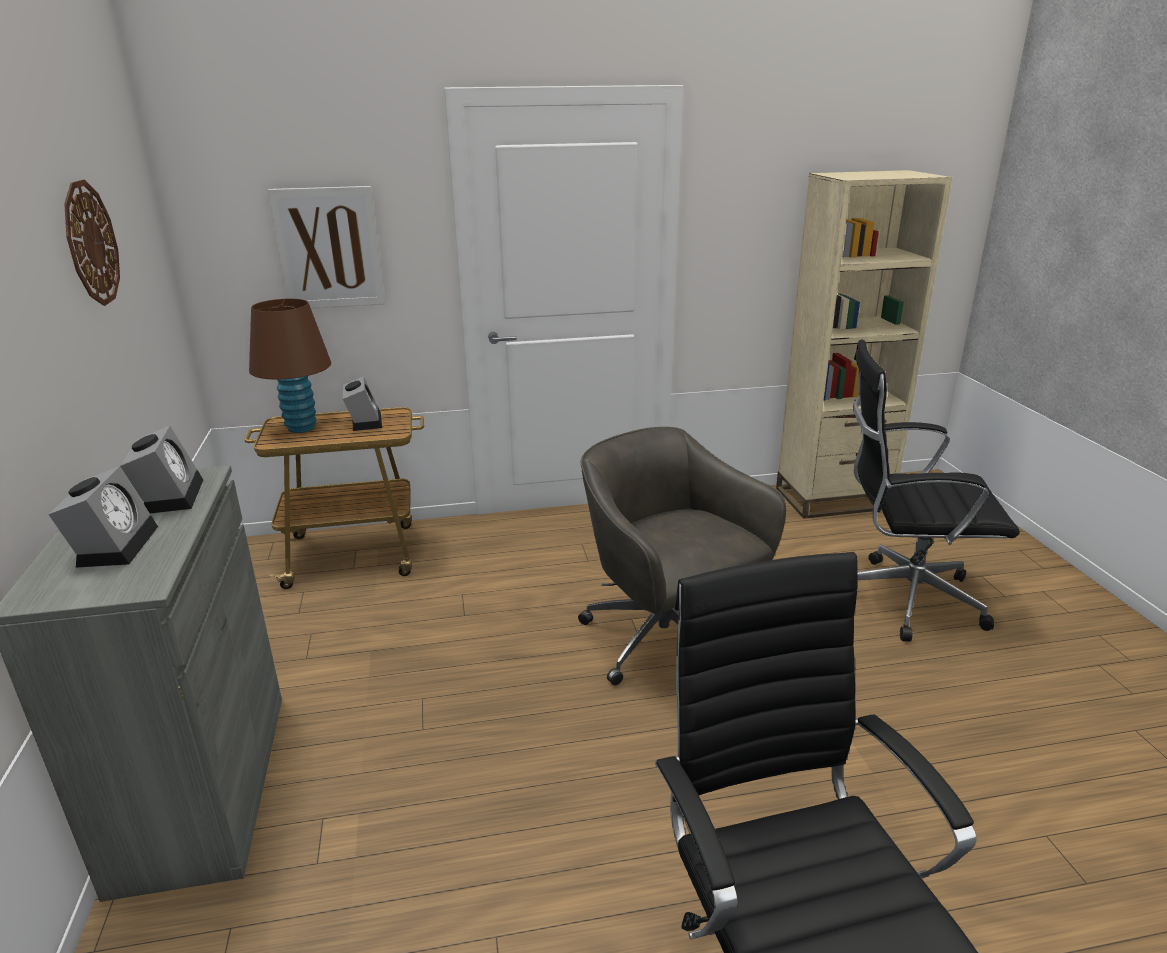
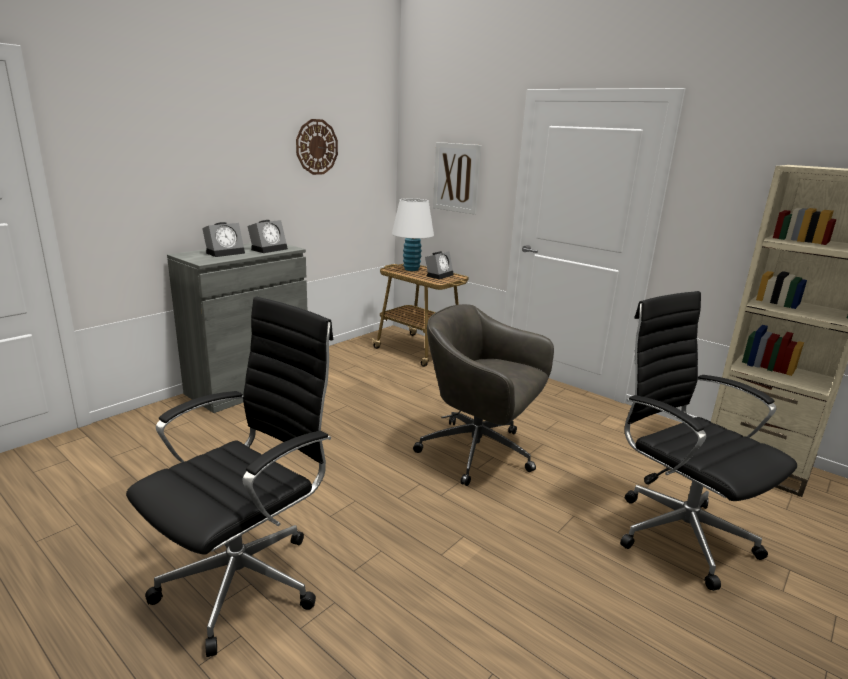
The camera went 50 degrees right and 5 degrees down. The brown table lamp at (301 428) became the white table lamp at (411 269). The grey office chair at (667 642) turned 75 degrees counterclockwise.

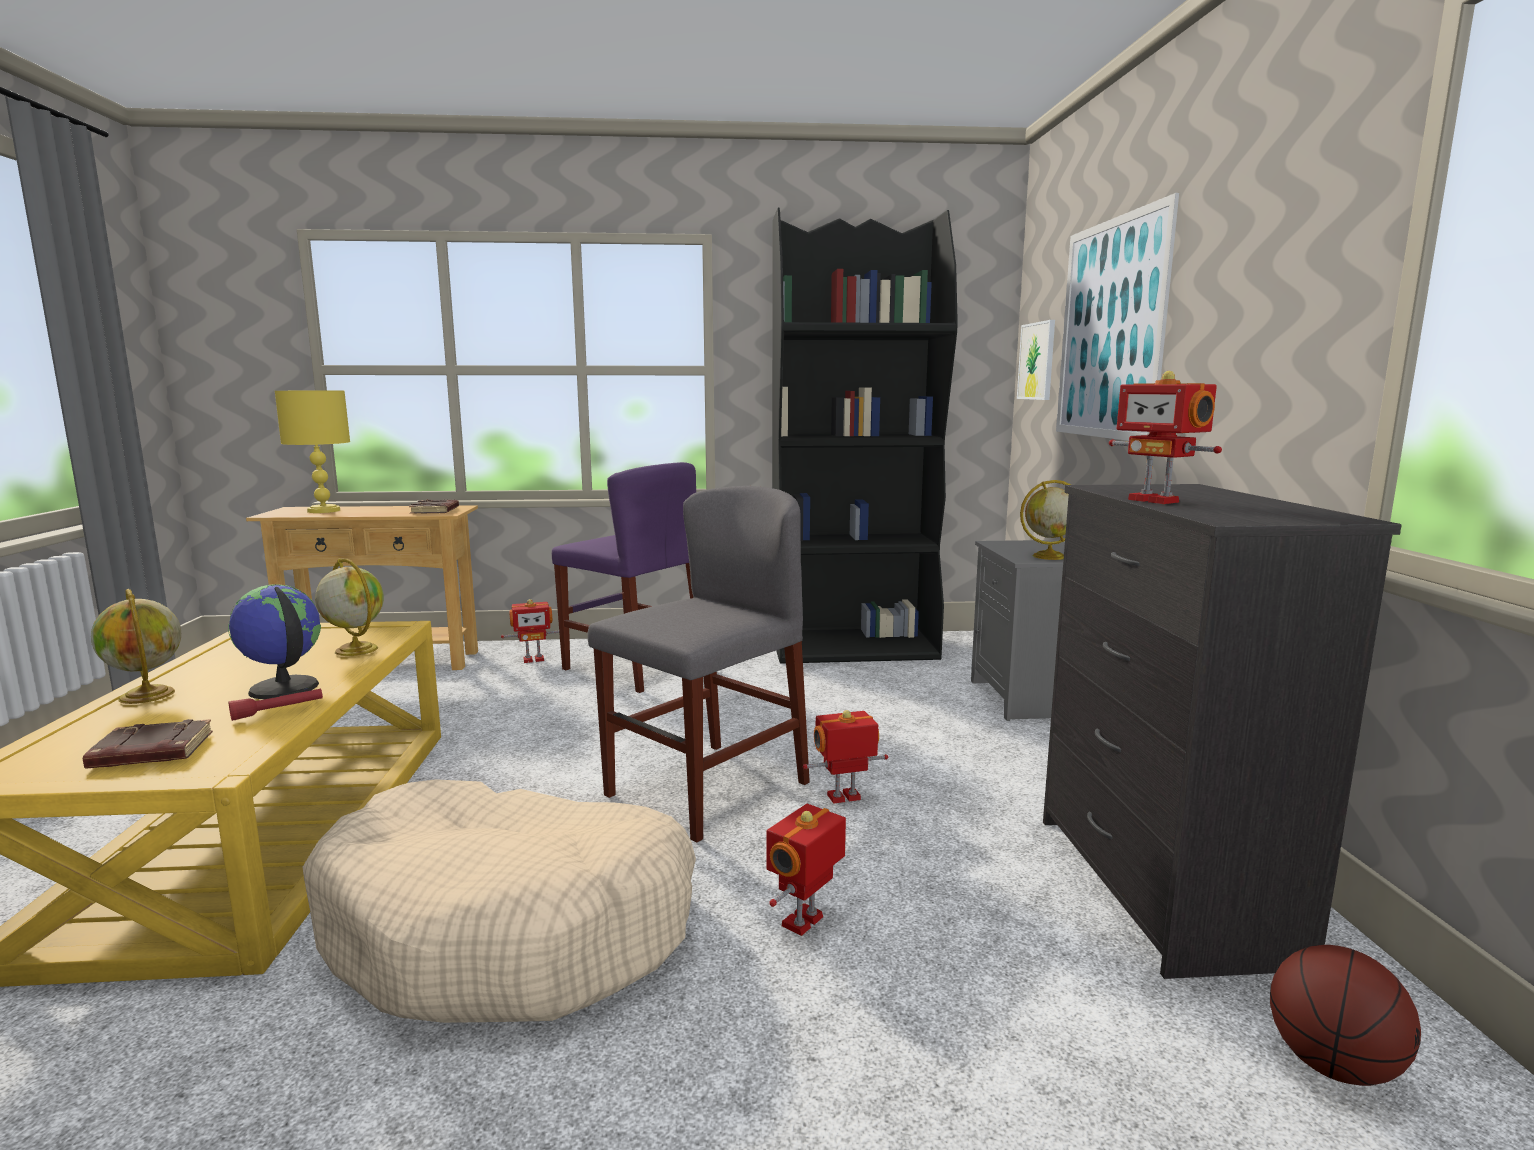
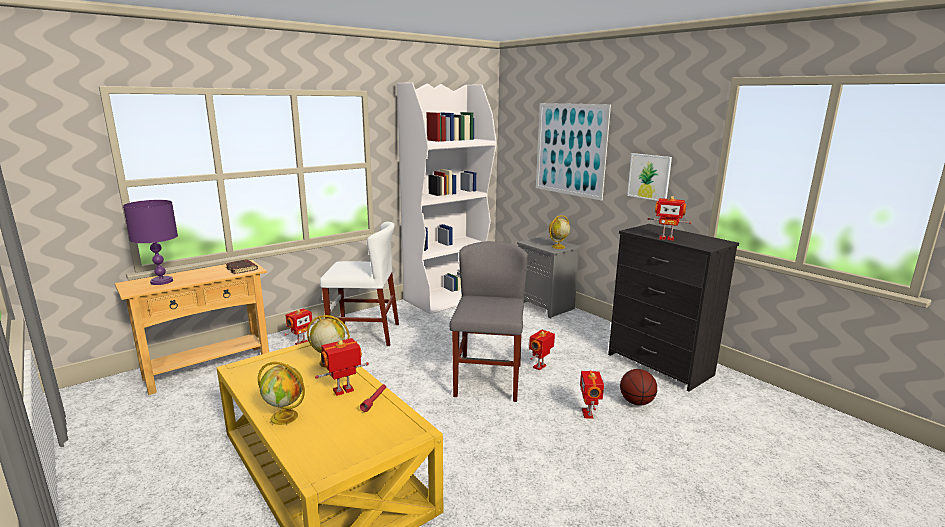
The camera went 35 degrees left and 5 degrees up. The brown book at (150 753) disappeared. The globe at (282 688) was replaced by the toy robot at (343 391). The yellow table lamp at (324 511) became the purple table lamp at (162 281). The beige dog bed at (510 929) disappeared. The purple chair at (634 668) became the white chair at (364 334). The black bookcase at (854 647) became the white bookcase at (449 297). The picture moved from (1037 361) to (649 177). The basketball moved from (1333 1065) to (636 402).

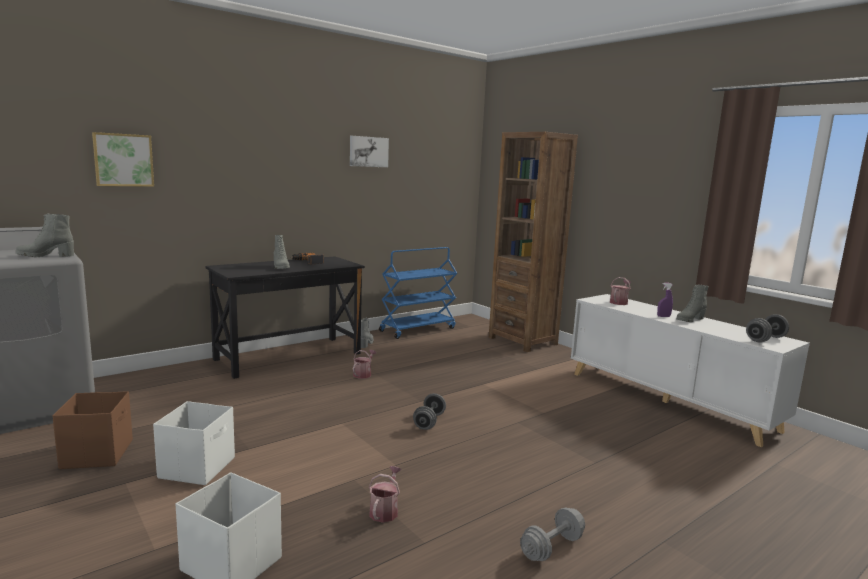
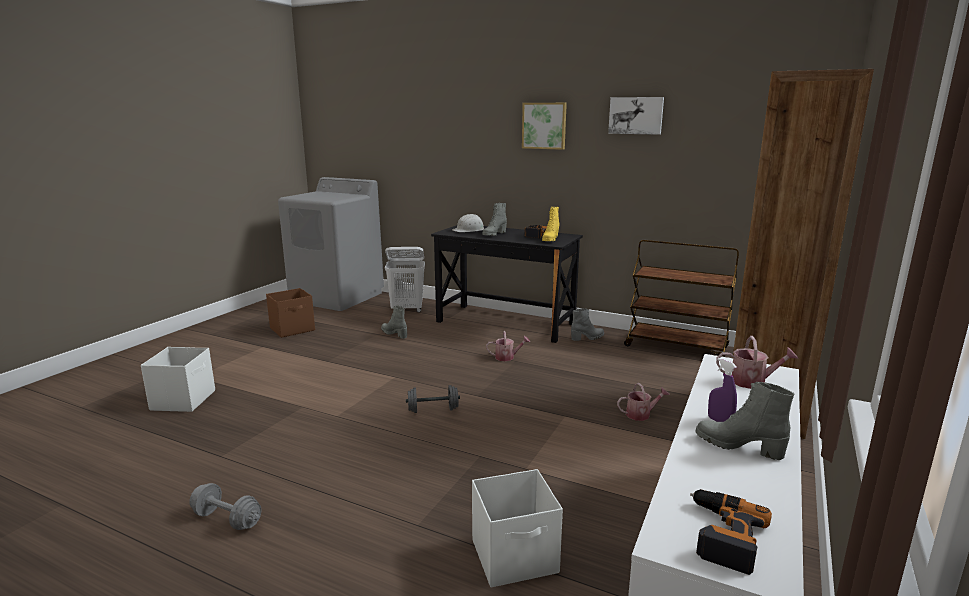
The camera went 65 degrees right and 5 degrees up. The grey boot moved from (46 256) to (394 334). The picture moved from (123 160) to (544 125). The white storage box moved from (198 467) to (516 557). The watering can moved from (385 510) to (641 414). The blue cart at (417 329) became the brown cart at (676 347). The grey dumbbell at (765 339) was replaced by the power drill at (722 535). The white laundry basket at (407 310) appeared. The white hard hat at (469 230) appeared. The yellow boot at (550 240) appeared.

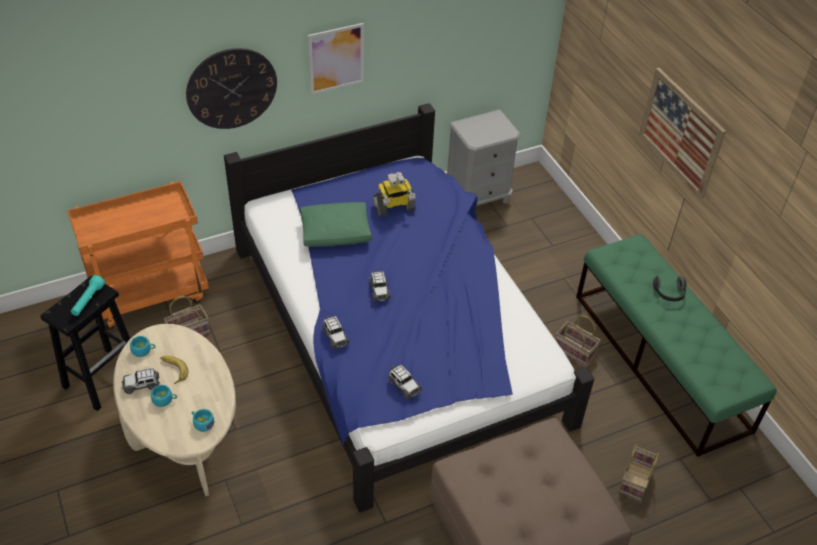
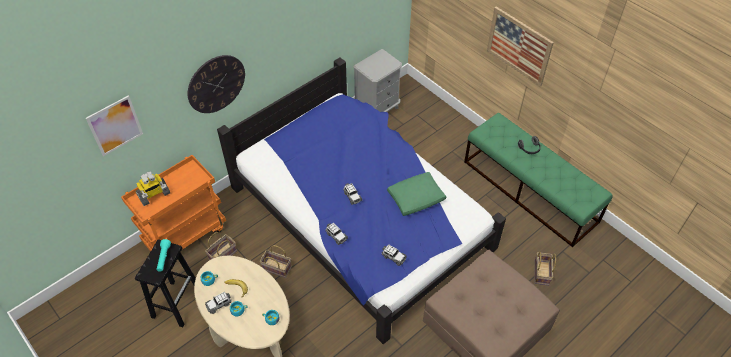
The camera went 15 degrees left and 5 degrees up. The green pillow moved from (335 232) to (415 198). The picture moved from (336 58) to (115 125). The toy robot moved from (394 207) to (154 195). The basket moved from (573 350) to (275 268).

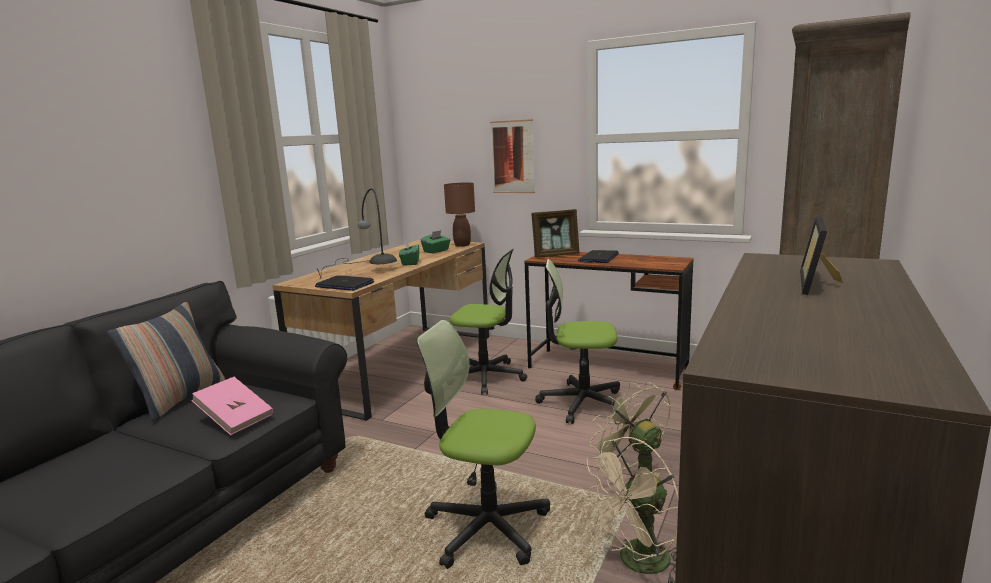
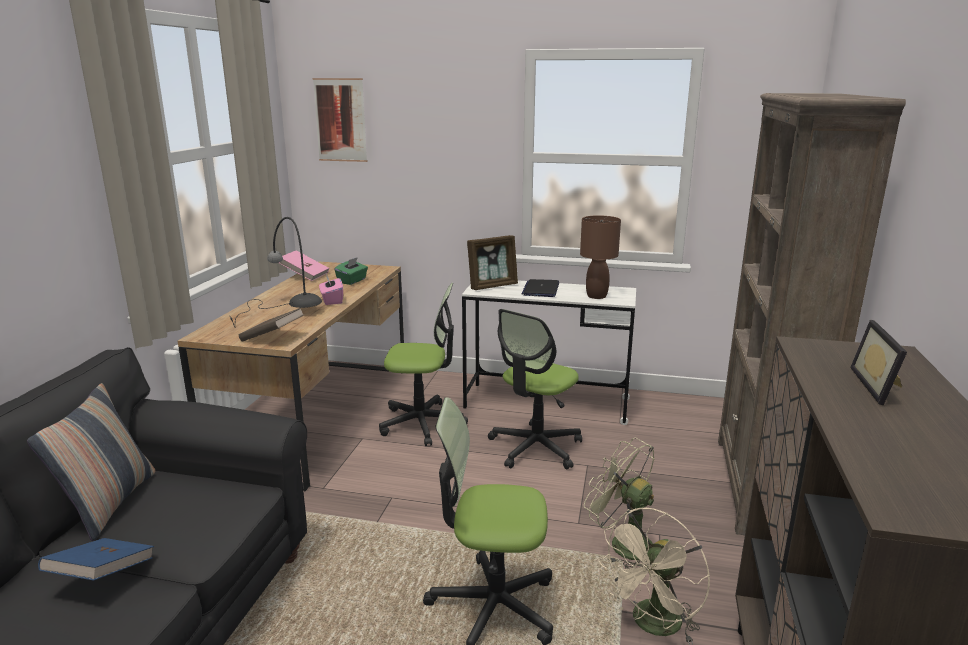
The camera went 15 degrees left and 5 degrees up. The pink book moved from (235 419) to (305 275). The laptop at (344 285) was replaced by the brown book at (273 338). The green tissue box at (410 263) became the pink tissue box at (332 300). The brown table lamp moved from (462 245) to (596 296). The picture moved from (512 157) to (340 120). The brown desk at (607 368) became the white desk at (546 403). The office chair at (581 403) turned 45 degrees counterclockwise. The blue book at (102 575) appeared.

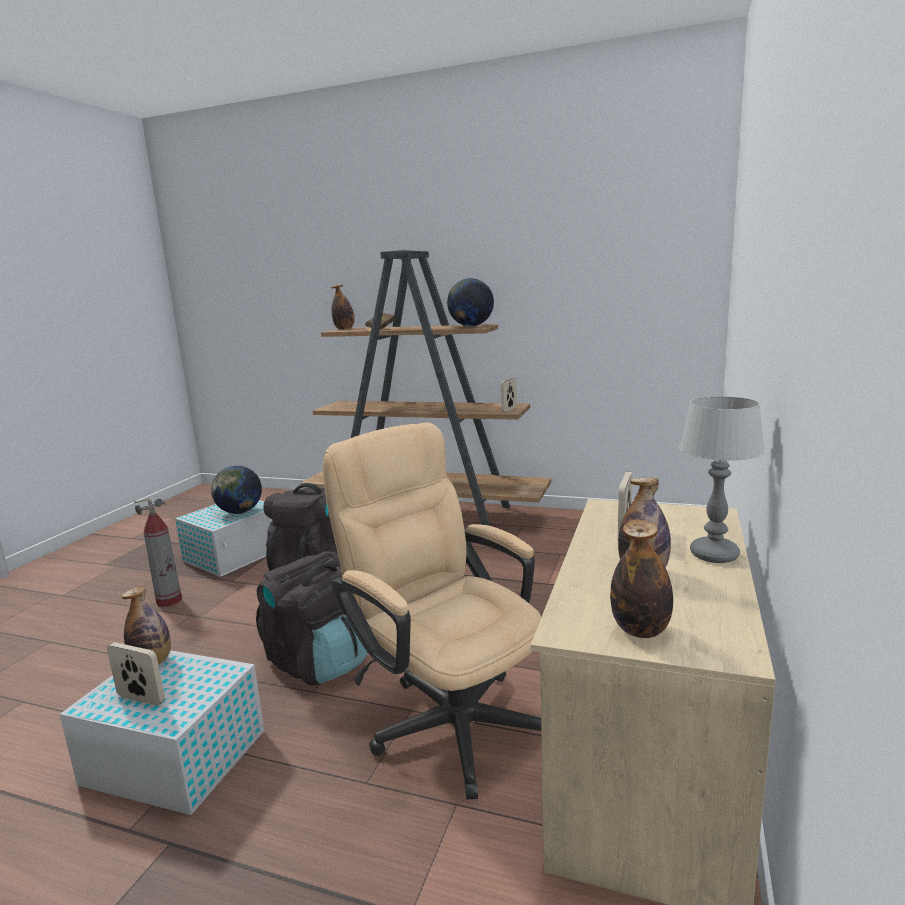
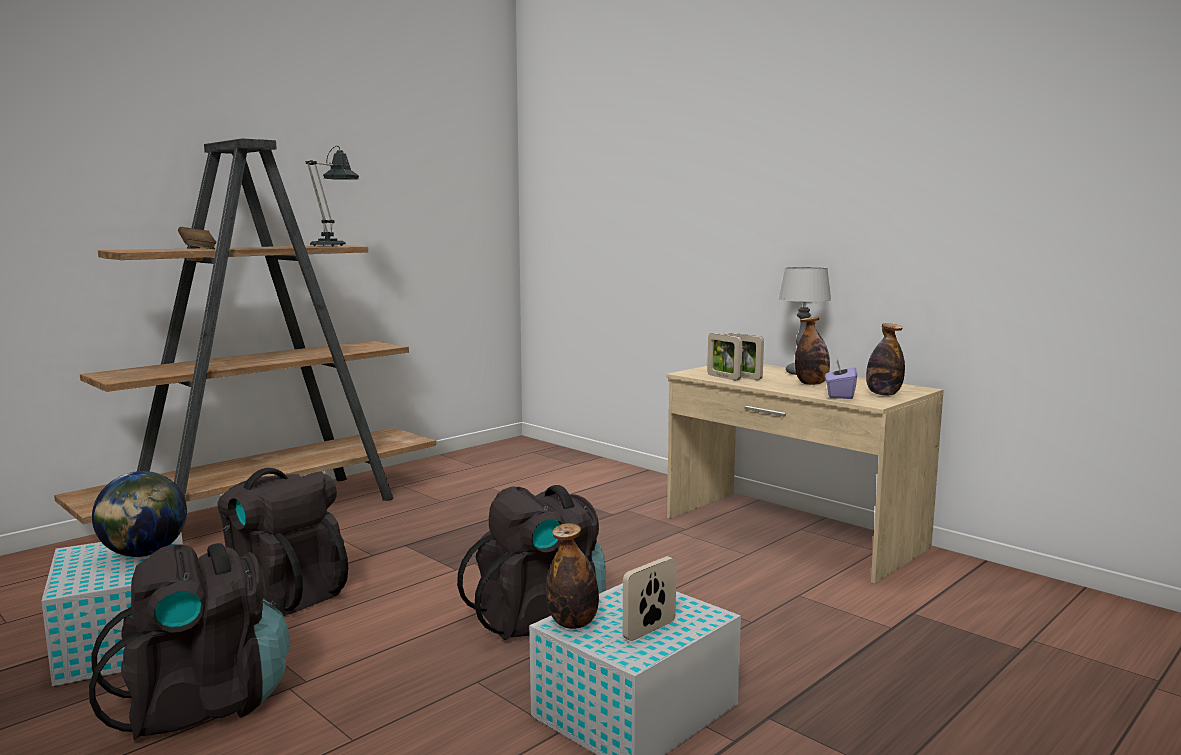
The camera went 65 degrees left and 5 degrees down. The fire extinguisher at (169 601) was replaced by the black backpack at (202 704). The beige office chair at (447 716) disappeared. The bottle at (344 329) disappeared. The globe at (471 326) was replaced by the table lamp at (332 245). The picture frame moved from (509 410) to (723 377). The purple tissue box at (839 395) appeared.

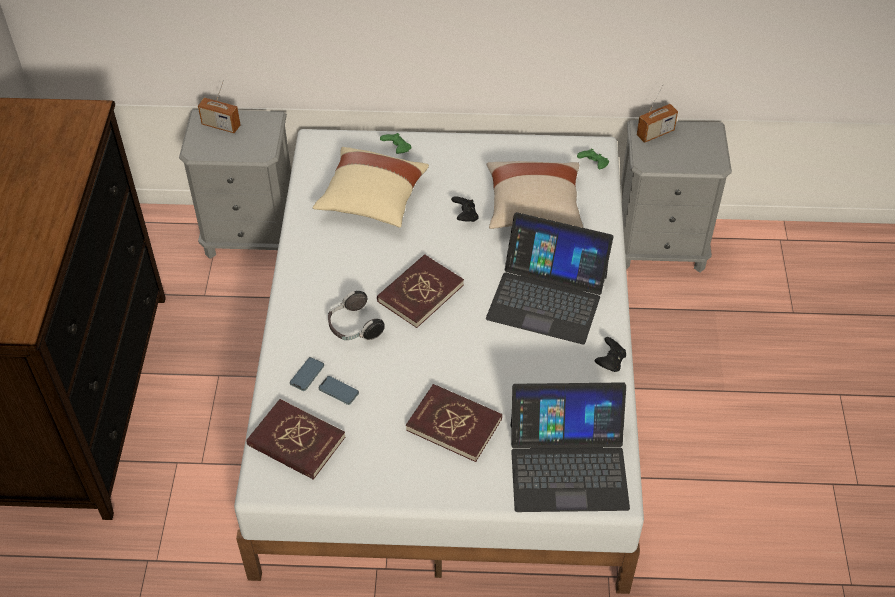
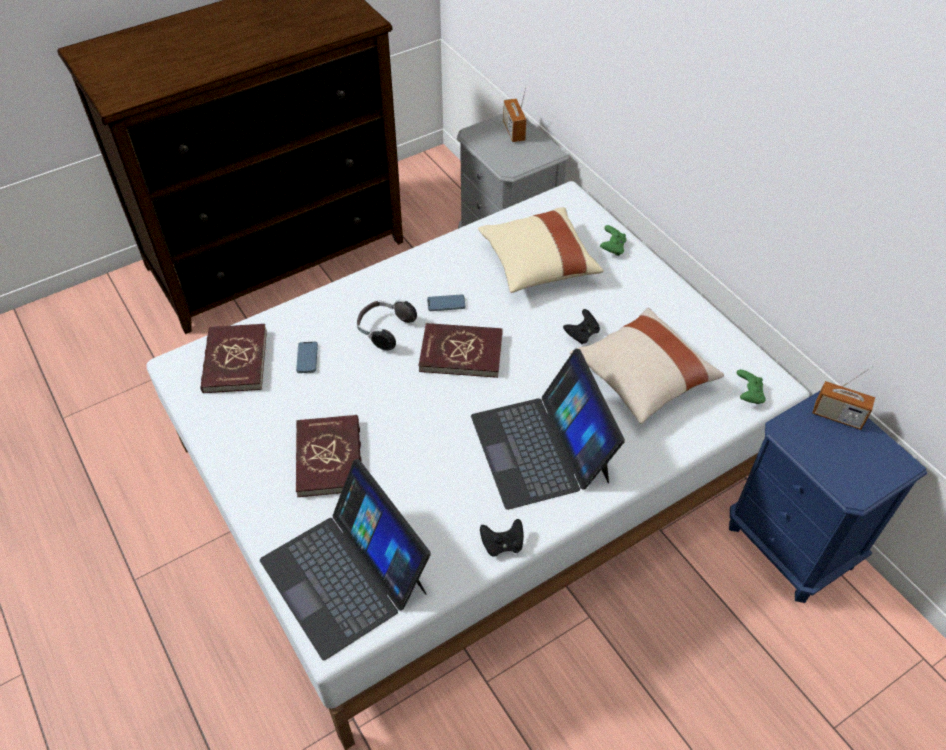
The camera went 55 degrees right and 0 degrees up. The phone moved from (307 375) to (446 304). The grey nightstand at (660 247) became the blue nightstand at (790 546).

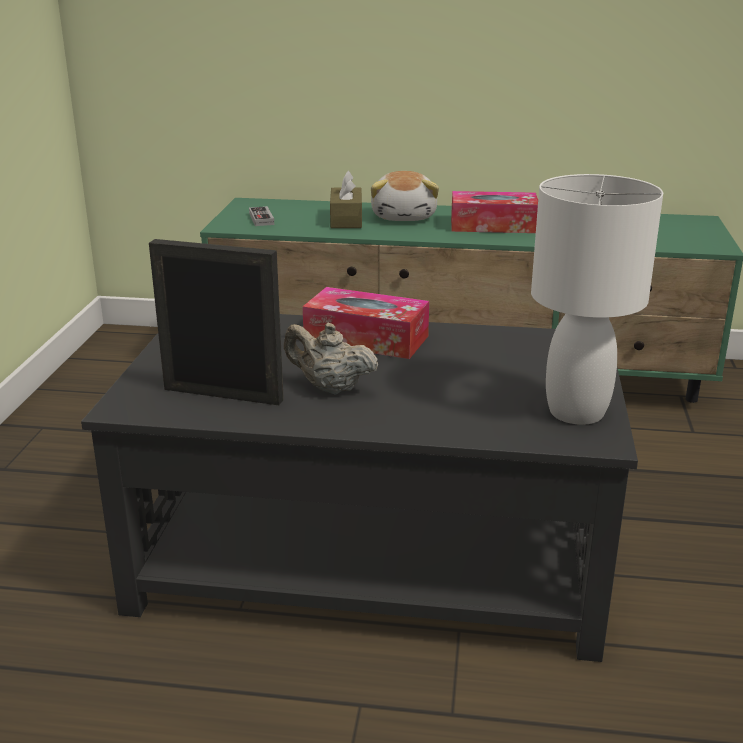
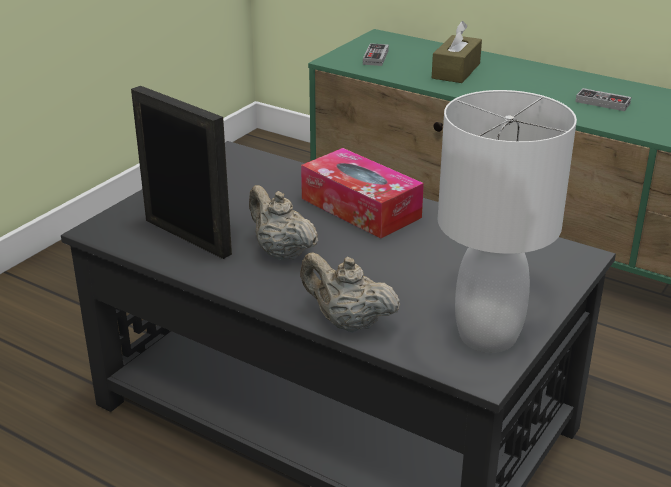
The camera went 25 degrees right and 5 degrees up. The plush toy at (405 216) disappeared. The tissue box at (493 225) was replaced by the game controller at (602 103). The beige teapot at (347 322) appeared.

